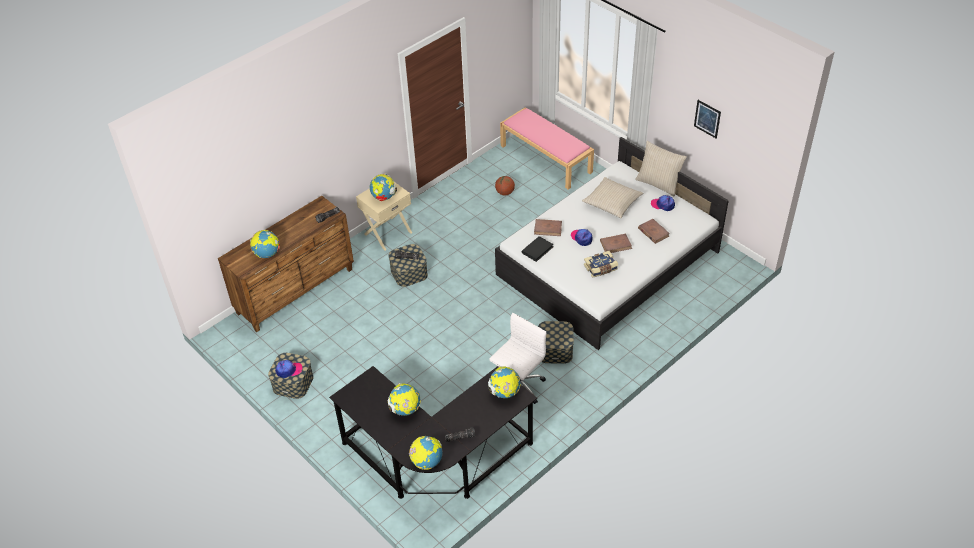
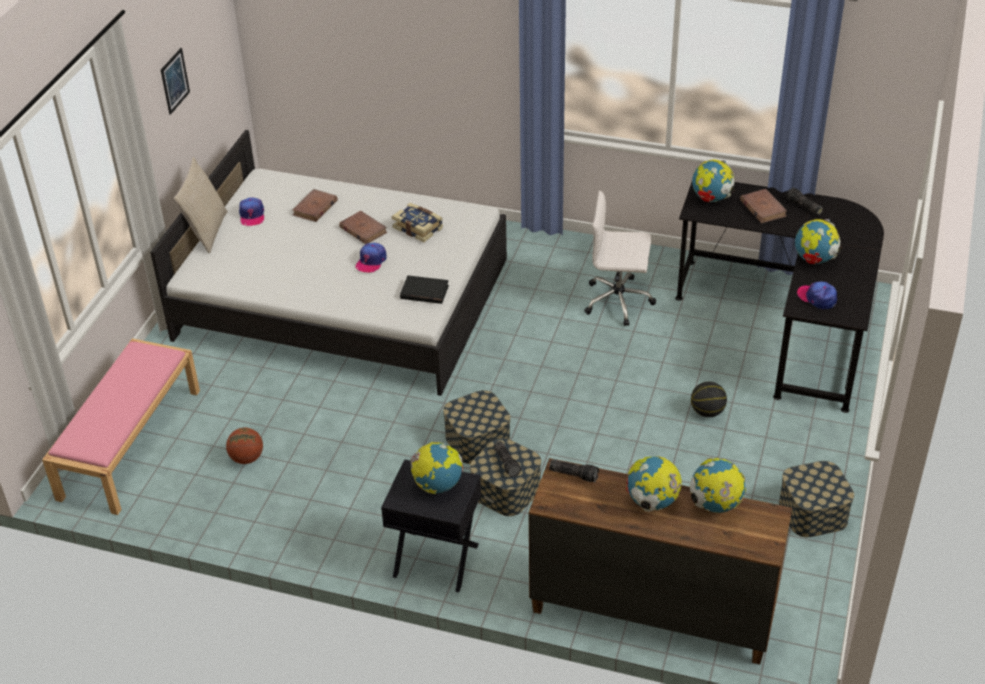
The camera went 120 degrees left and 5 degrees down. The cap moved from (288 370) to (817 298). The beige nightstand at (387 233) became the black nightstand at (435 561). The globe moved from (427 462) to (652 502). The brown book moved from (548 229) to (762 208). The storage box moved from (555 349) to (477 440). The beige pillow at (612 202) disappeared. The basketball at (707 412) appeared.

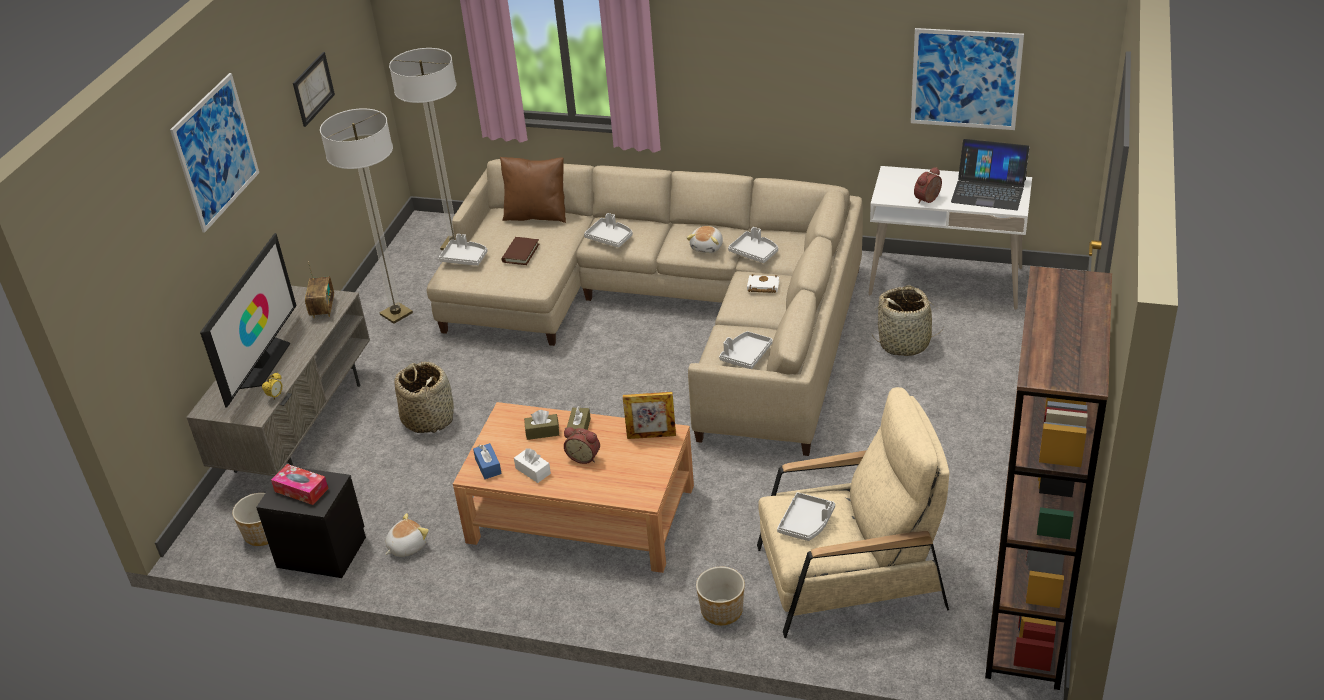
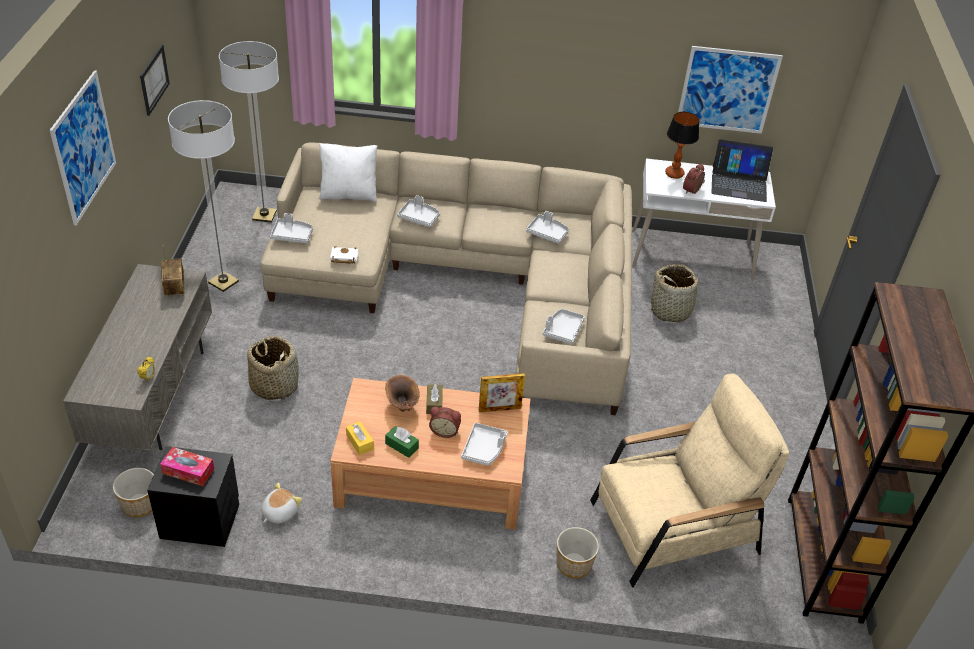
The camera went 15 degrees left and 5 degrees up. The television at (262 363) disappeared. The blue tissue box at (488 466) became the yellow tissue box at (360 442). The brown pillow at (536 215) became the white pillow at (348 194). The brown book at (520 253) disappeared. The white tissue box at (533 471) became the green tissue box at (401 446). The brown tissue box at (542 432) was replaced by the brown vase at (402 407). The plush toy at (707 247) disappeared. The white book moved from (762 287) to (343 257). The grey tray moved from (806 523) to (484 449). The table lamp at (674 173) appeared.

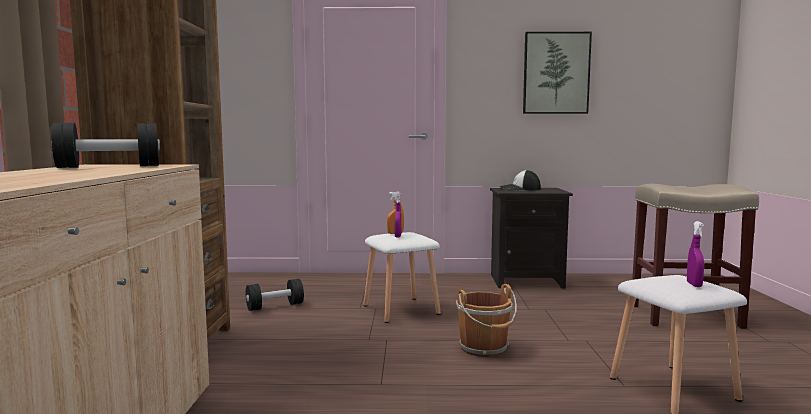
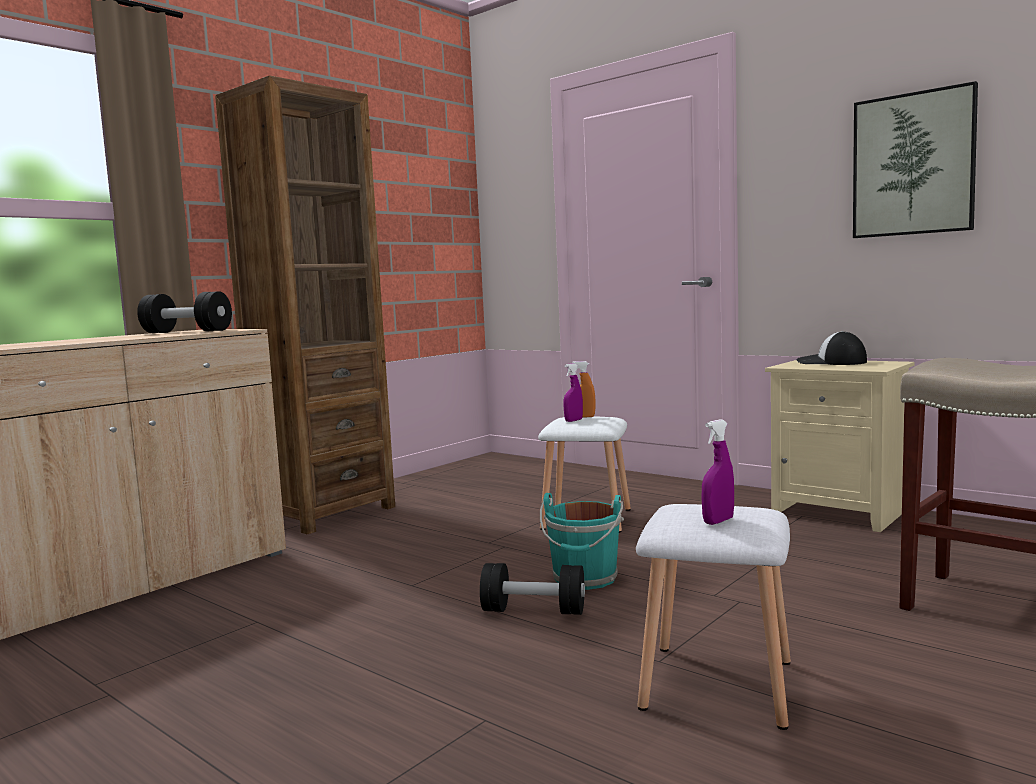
The camera went 40 degrees right and 0 degrees up. The black dumbbell moved from (275 306) to (534 611). The brown bucket at (484 349) became the turquoise bucket at (585 579). The black nightstand at (527 281) became the beige nightstand at (841 513).

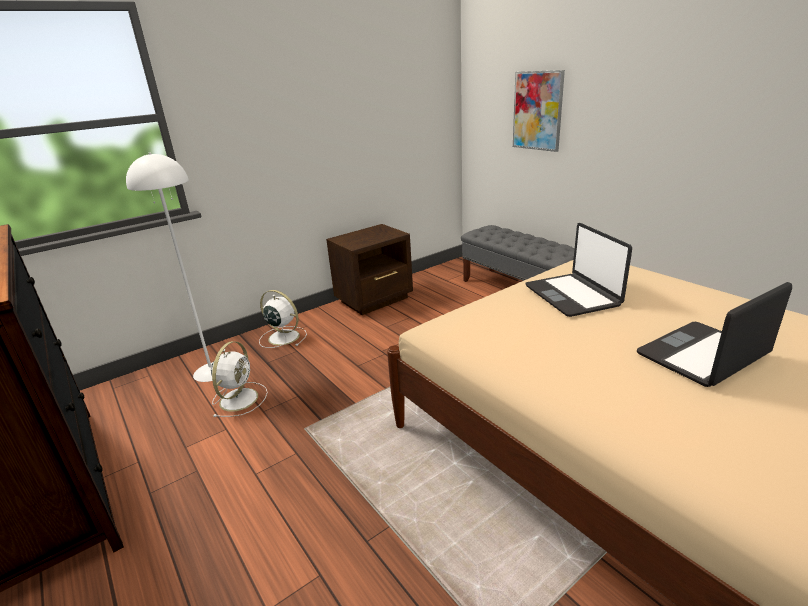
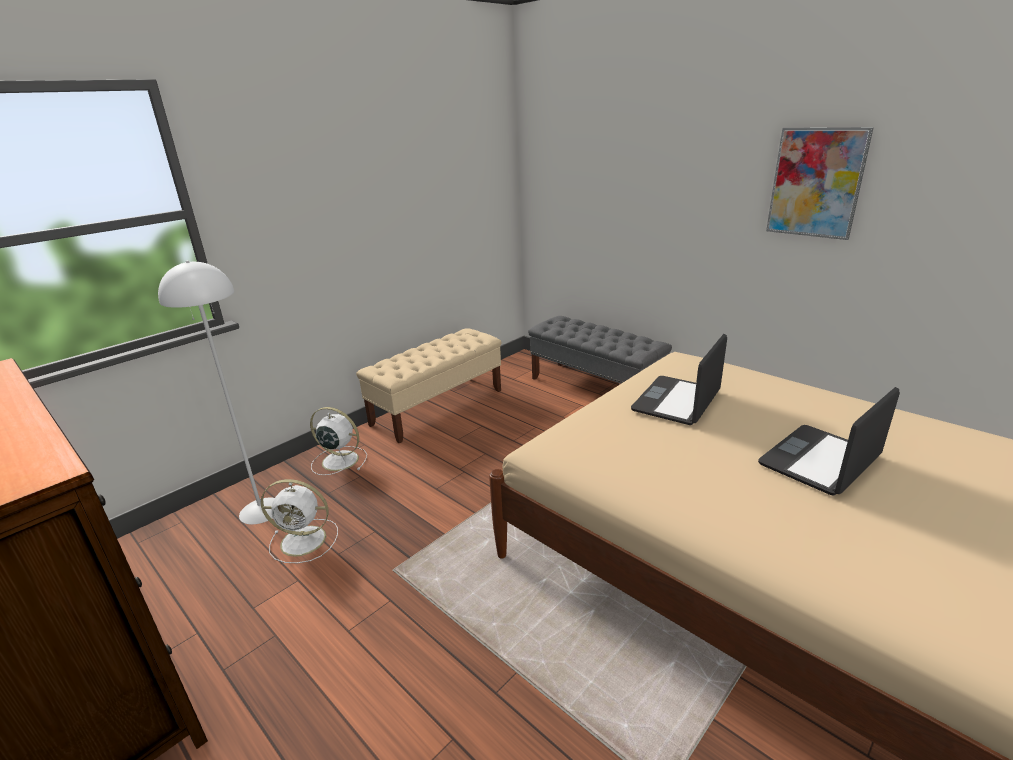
The camera went 10 degrees left and 0 degrees up. The white fan at (240 398) turned 90 degrees clockwise. The brown nightstand at (375 300) was replaced by the beige bench at (438 407). The picture moved from (537 111) to (816 183). The laptop at (572 295) turned 60 degrees clockwise.

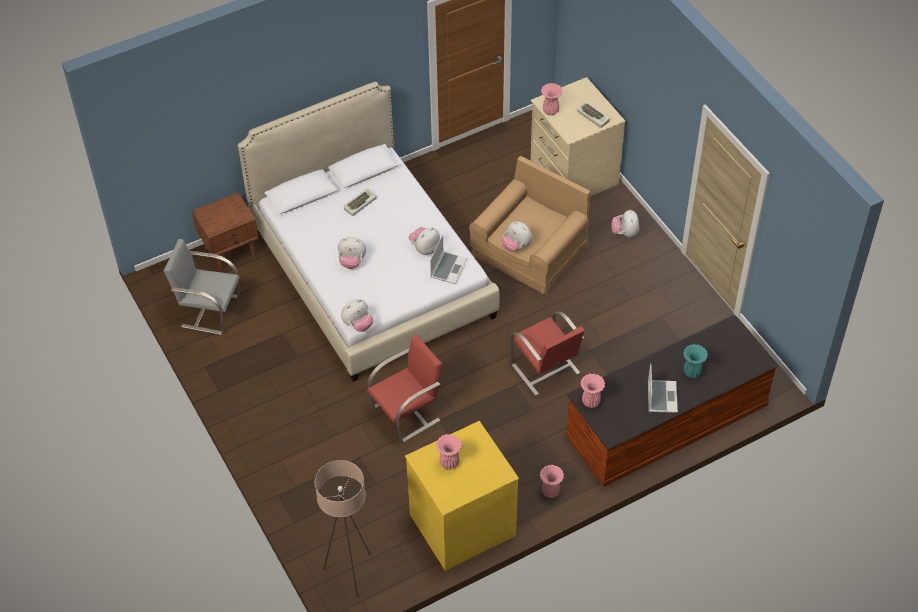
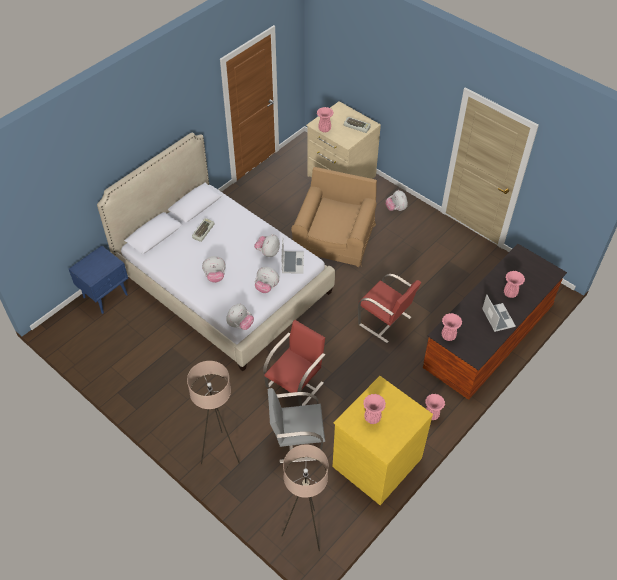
The camera went 20 degrees left and 0 degrees up. The grey chair moved from (209 310) to (296 440). The brown nightstand at (231 253) became the blue nightstand at (106 295). The plush toy moved from (516 246) to (266 287). The turquoise vase at (692 372) became the pink vase at (509 293). The beige floor lamp at (221 452) appeared.

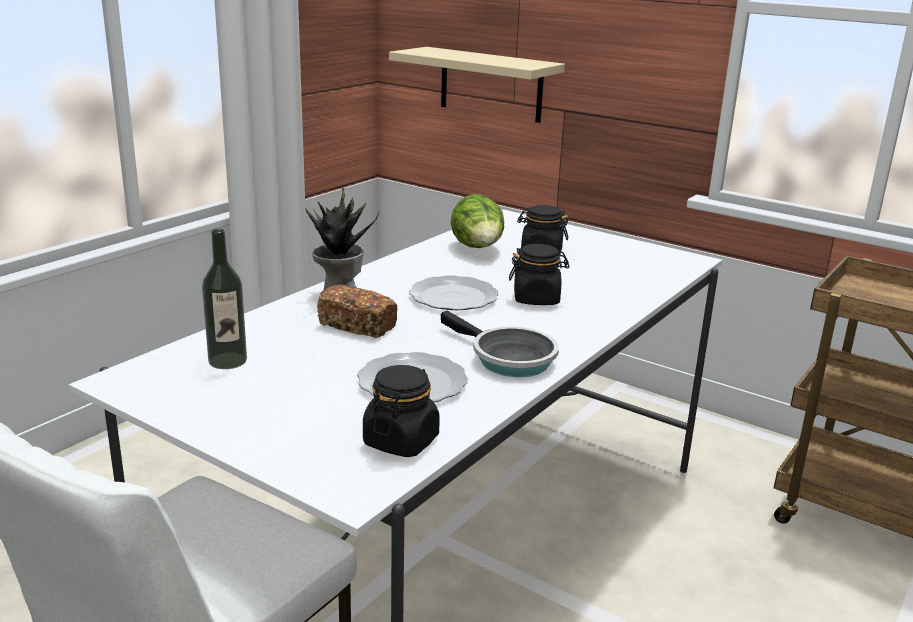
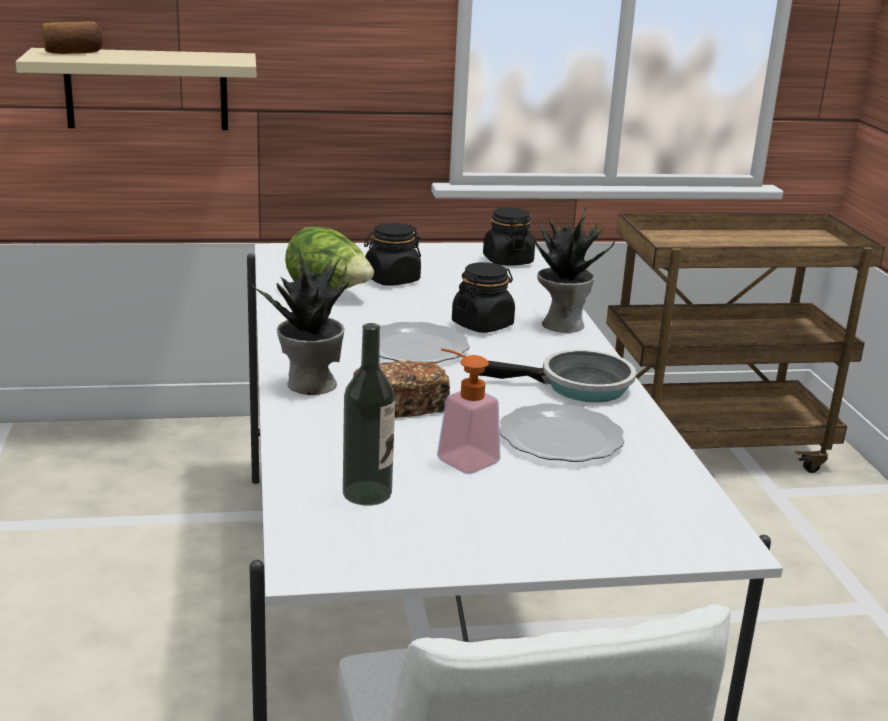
The camera went 45 degrees left and 0 degrees up. The black jar moved from (401 441) to (507 261). The bread at (73 52) appeared. The soap dispenser at (460 457) appeared. The potted plant at (561 324) appeared.

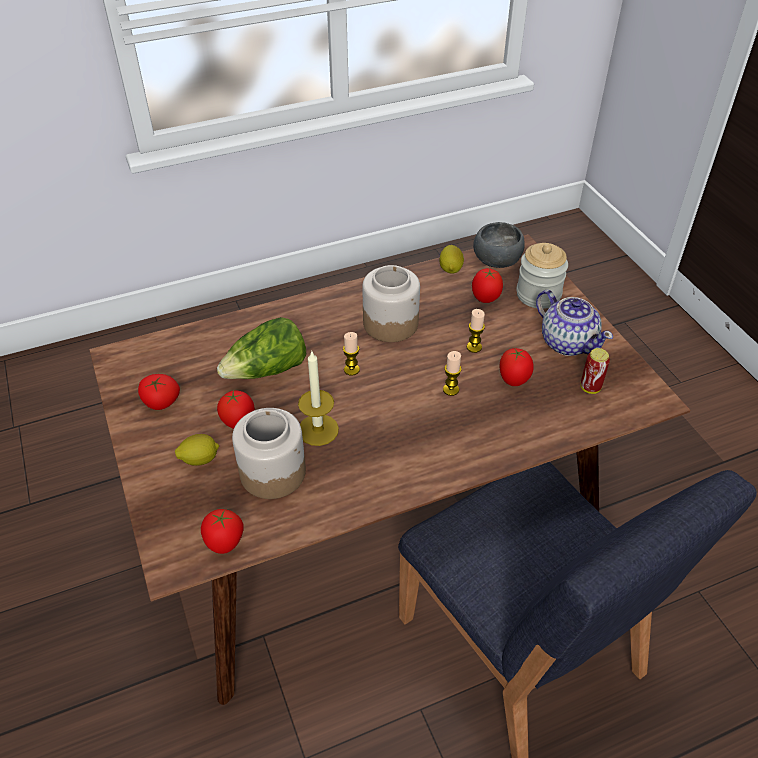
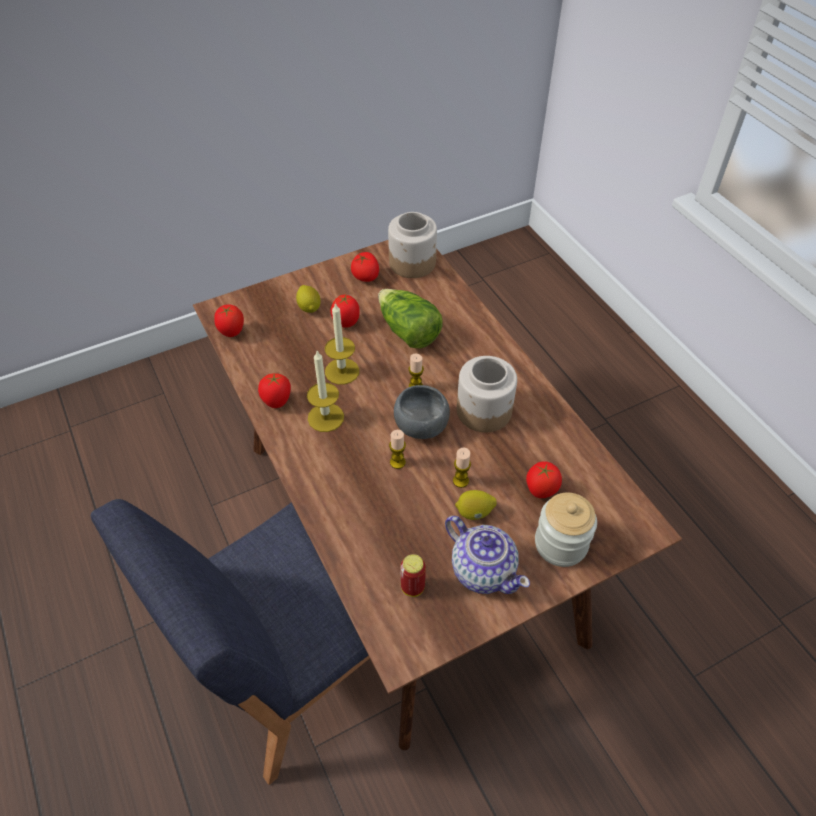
The camera went 85 degrees right and 5 degrees up. The jar moved from (273 472) to (413 263). The lemon moved from (451 268) to (474 512). The grey bowl moved from (498 262) to (420 427). The tomato moved from (513 381) to (277 402). The teapot at (567 342) turned 90 degrees counterclockwise. The candle at (325 417) appeared.

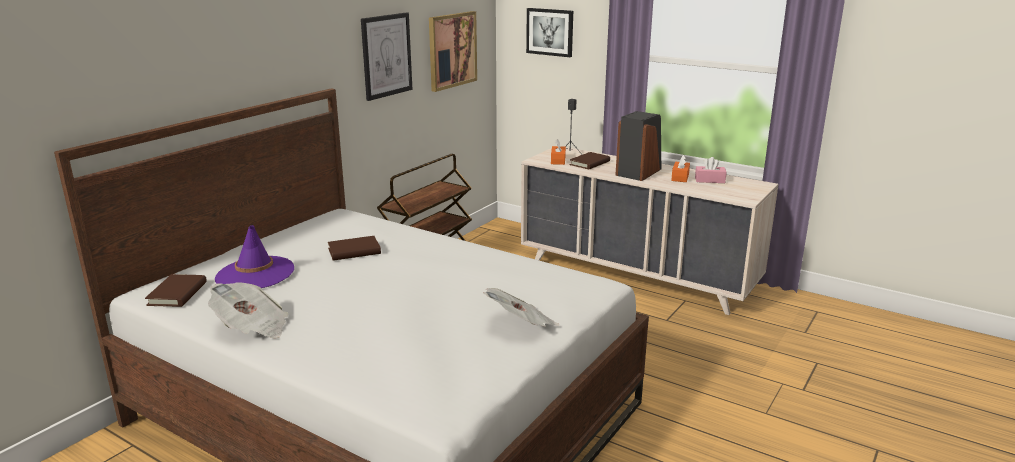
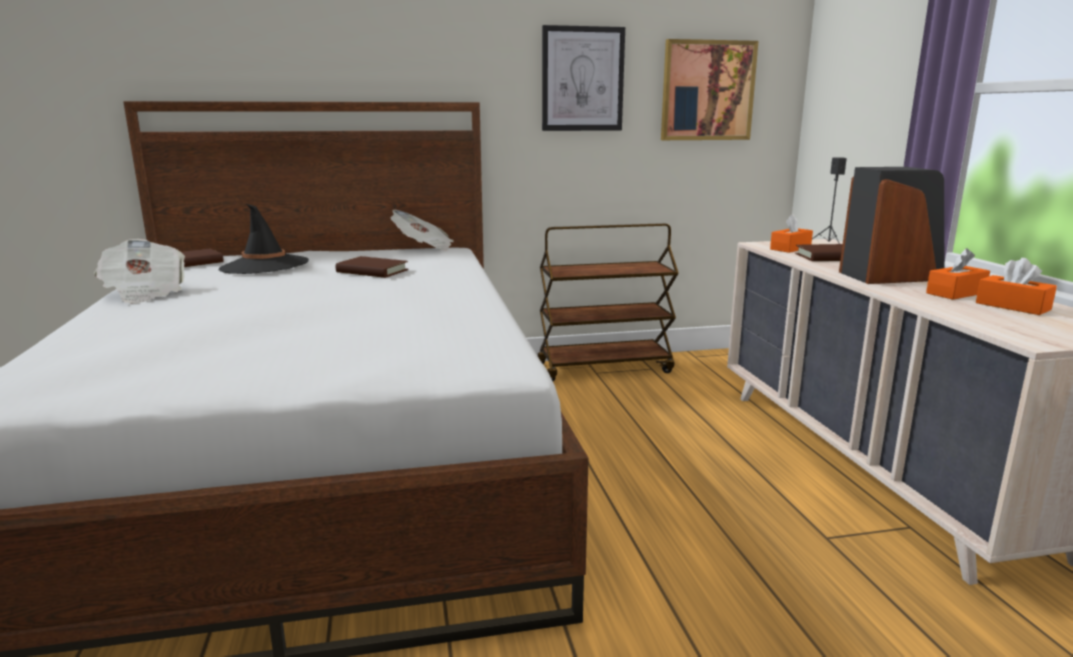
The camera went 45 degrees right and 5 degrees down. The purple hat at (255 274) became the black hat at (264 266). The newspaper moved from (521 325) to (424 247). The picture at (550 32) disappeared. The pink tissue box at (709 180) became the orange tissue box at (1012 306).

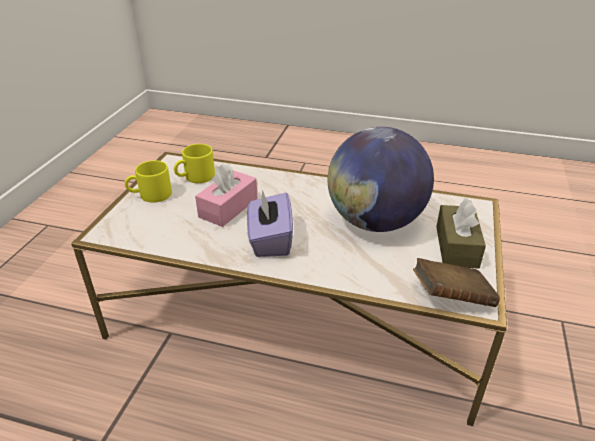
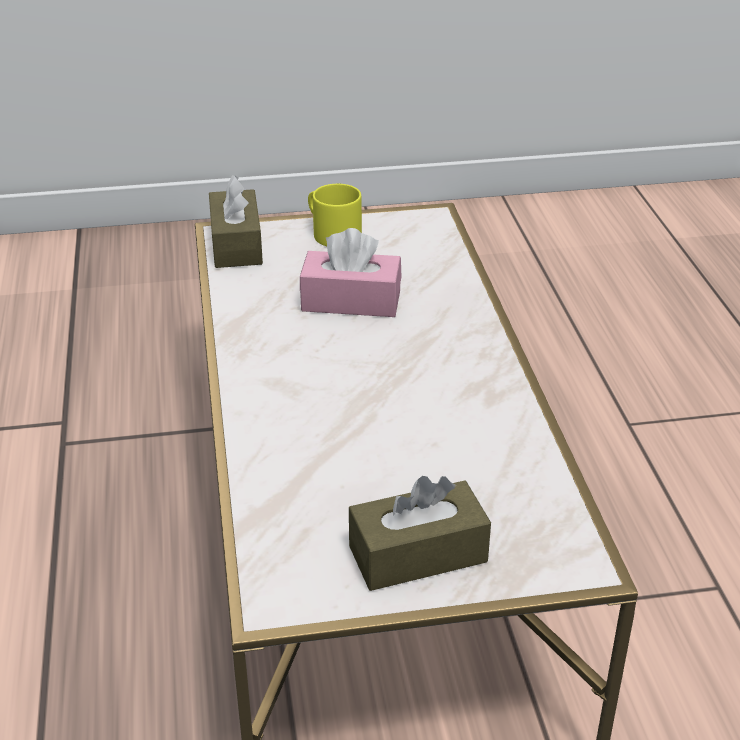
The camera went 65 degrees right and 0 degrees up. The yellow mug at (195 177) disappeared. The purple tissue box at (270 240) disappeared. The globe at (375 222) disappeared. The brown book at (451 297) disappeared. The brown tissue box at (236 244) appeared.

